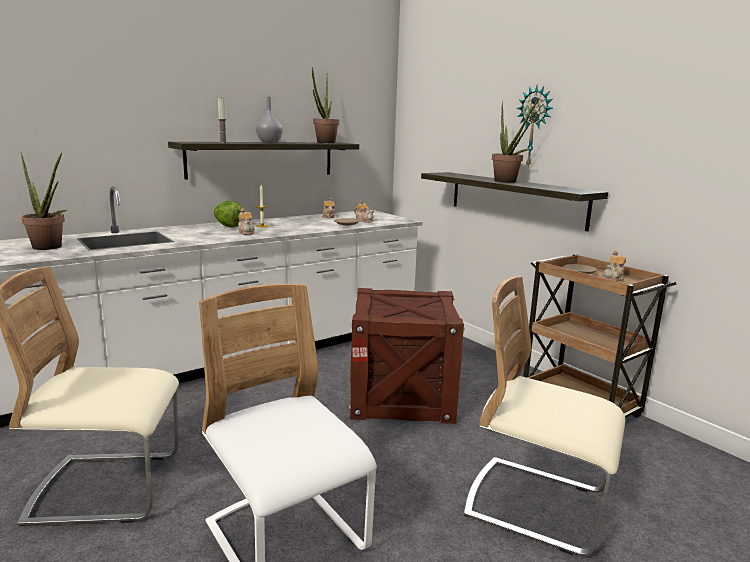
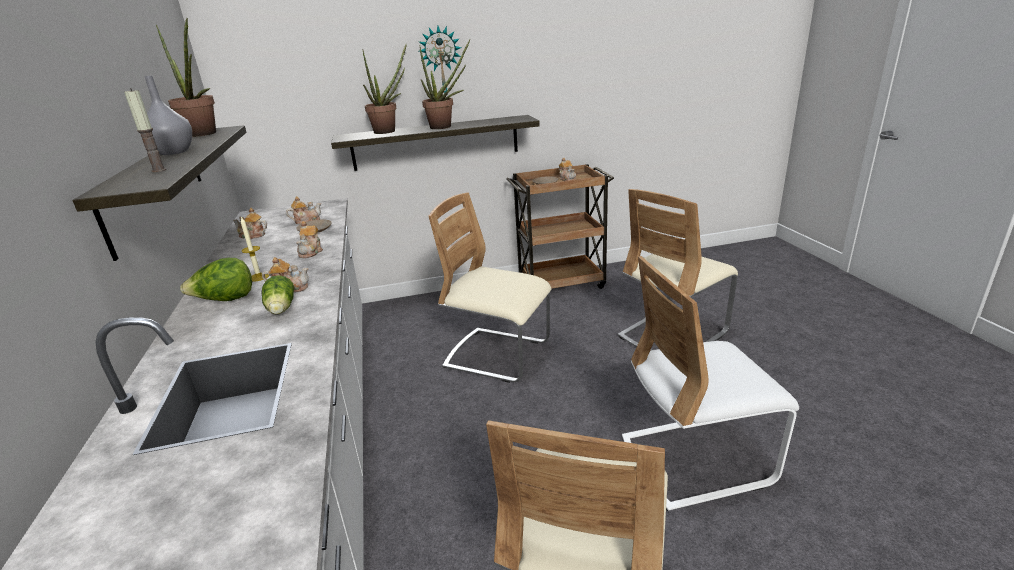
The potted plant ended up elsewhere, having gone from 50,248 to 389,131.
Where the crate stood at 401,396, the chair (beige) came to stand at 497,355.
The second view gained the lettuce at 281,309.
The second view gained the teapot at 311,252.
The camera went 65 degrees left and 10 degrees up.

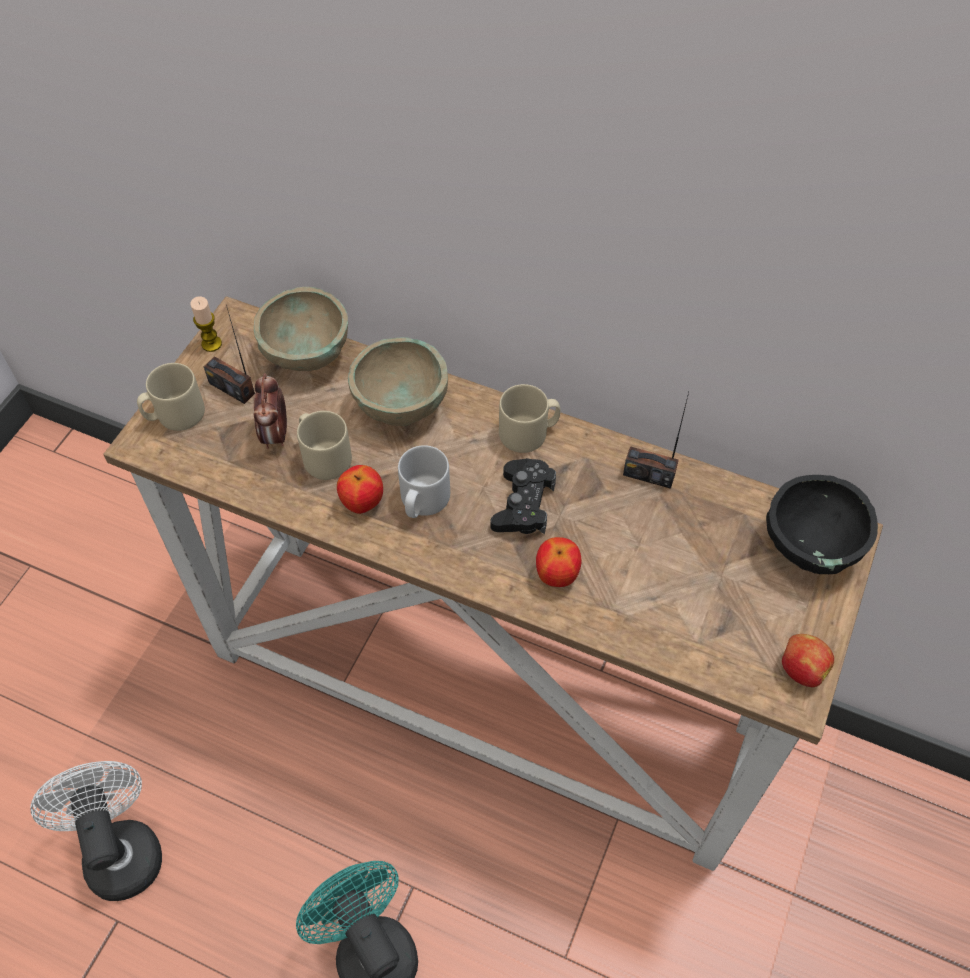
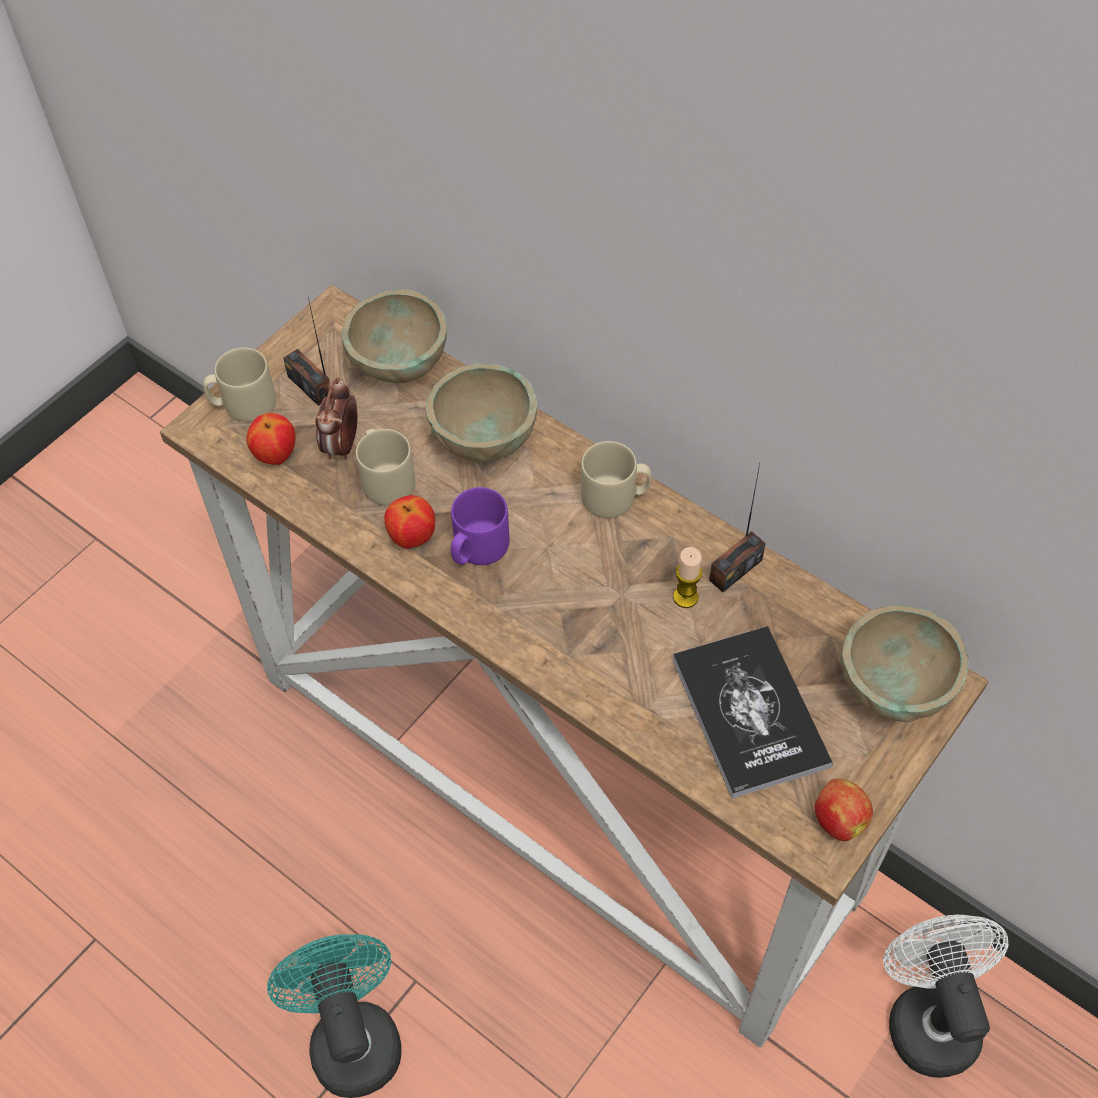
The fan (white) ended up elsewhere, having gone from 120,848 to 928,1015.
The candle ended up elsewhere, having gone from 211,344 to 685,597.
What was the mug (grey) at 422,501 turned into the mug (purple) at 477,549.
The second view lost the game controller (black) at 523,504.
The apple ended up elsewhere, having gone from 556,576 to 276,455.
The radio at 648,474 ended up facing another way, 75 degrees counterclockwise from before.
What was the bowl (black) at 808,546 turned into the bowl (beige) at 892,687.
The second view gained the book at 750,712.
The camera went 15 degrees right and 0 degrees up.

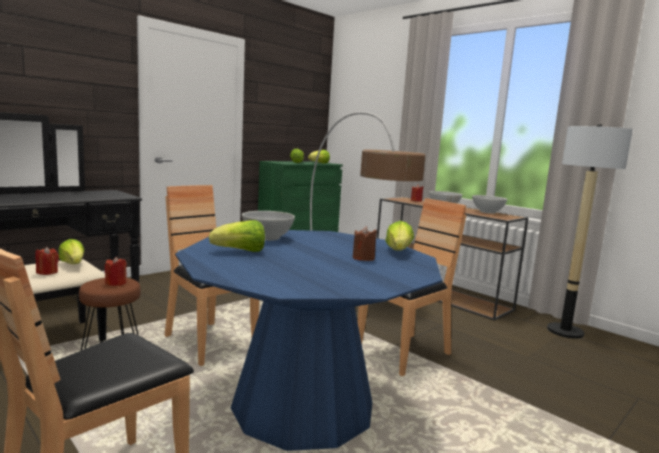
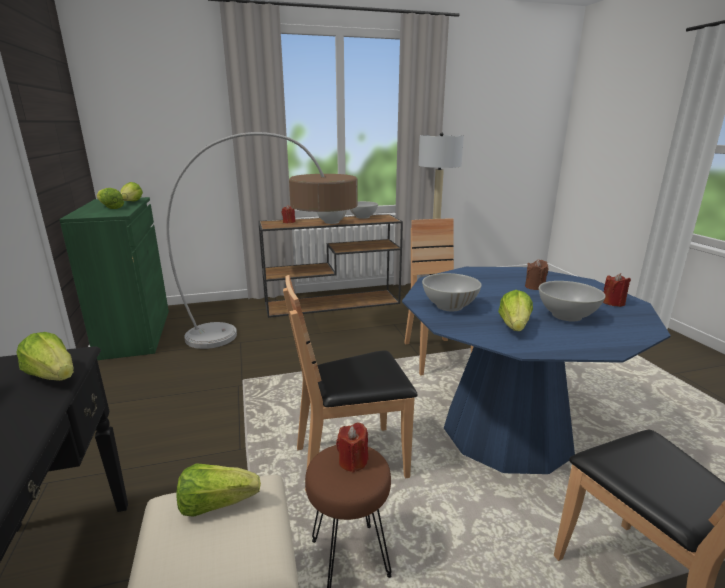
The candle (red) ended up elsewhere, having gone from 47,272 to 613,303.
The lettuce ended up elsewhere, having gone from 398,251 to 53,376.
The second view gained the bowl (white) at 567,316.
The camera went 60 degrees left and 10 degrees up.

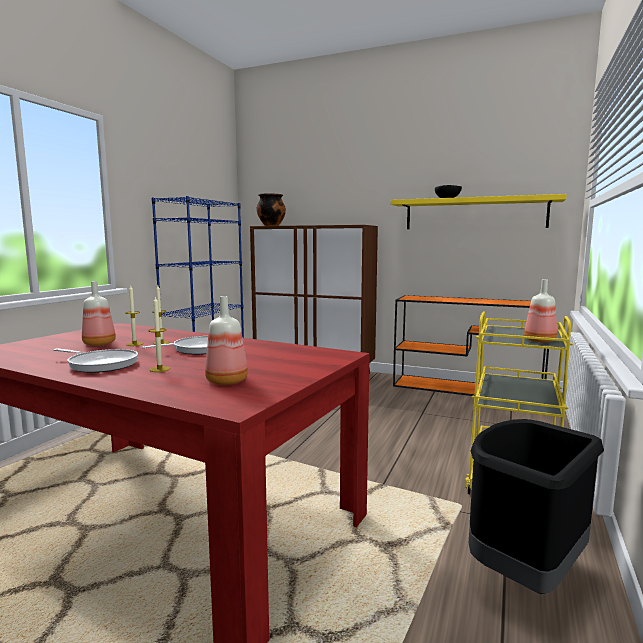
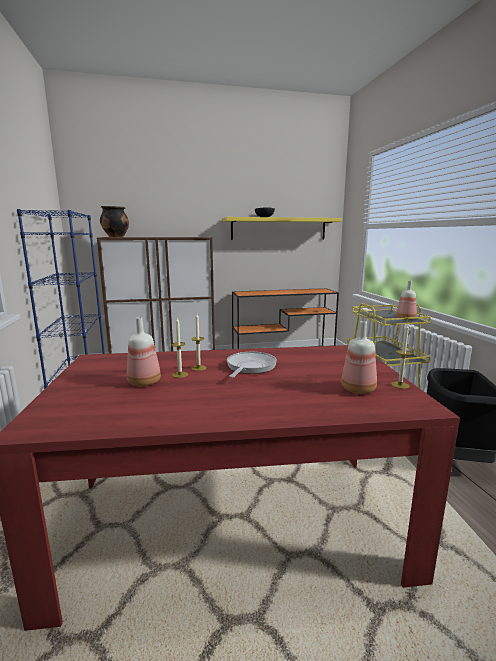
The second view lost the frying pan at 100,364.
The candle ended up elsewhere, having gone from 159,369 to 400,385.
The camera went 35 degrees left and 5 degrees up.

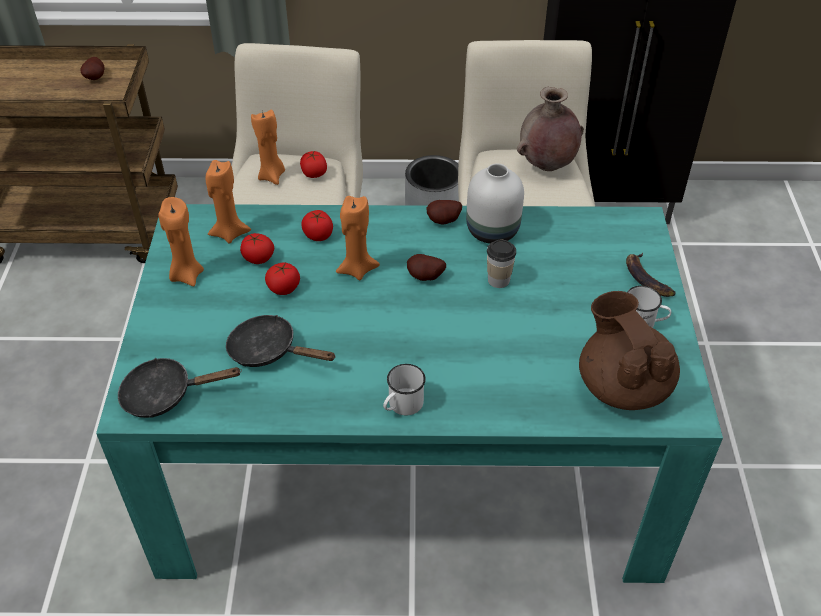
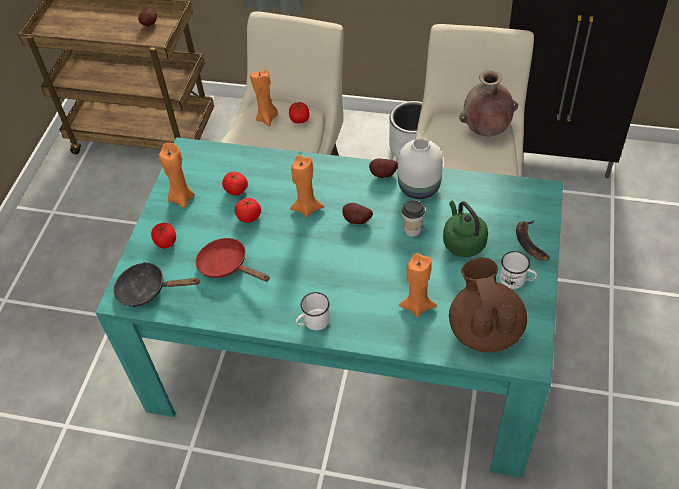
The candle (orange) ended up elsewhere, having gone from 229,233 to 417,305.
What was the frying pan (black) at 269,351 turned into the frying pan (red) at 227,266.
The tomato ended up elsewhere, having gone from 318,235 to 166,242.
The second view gained the kettle (green) at 463,242.
The camera went 15 degrees right and 5 degrees up.

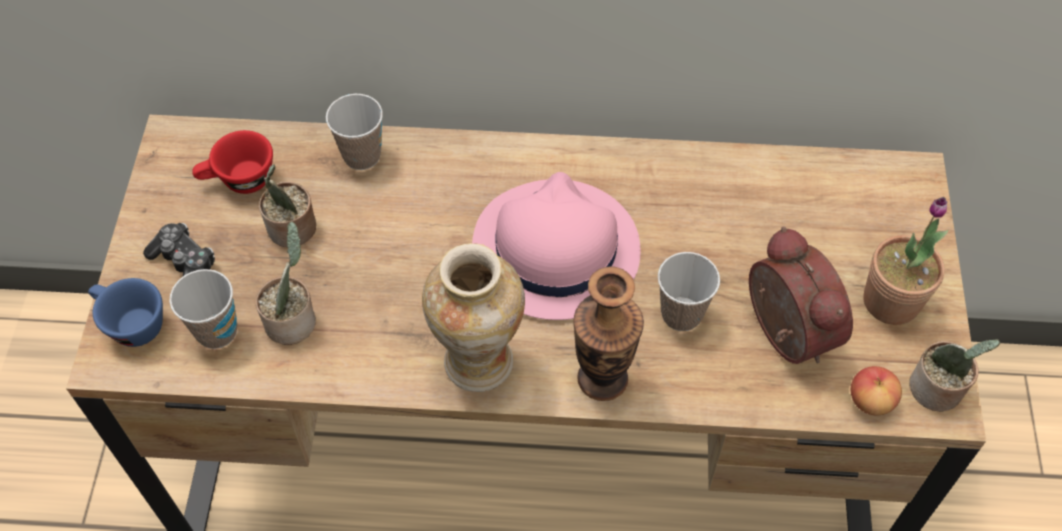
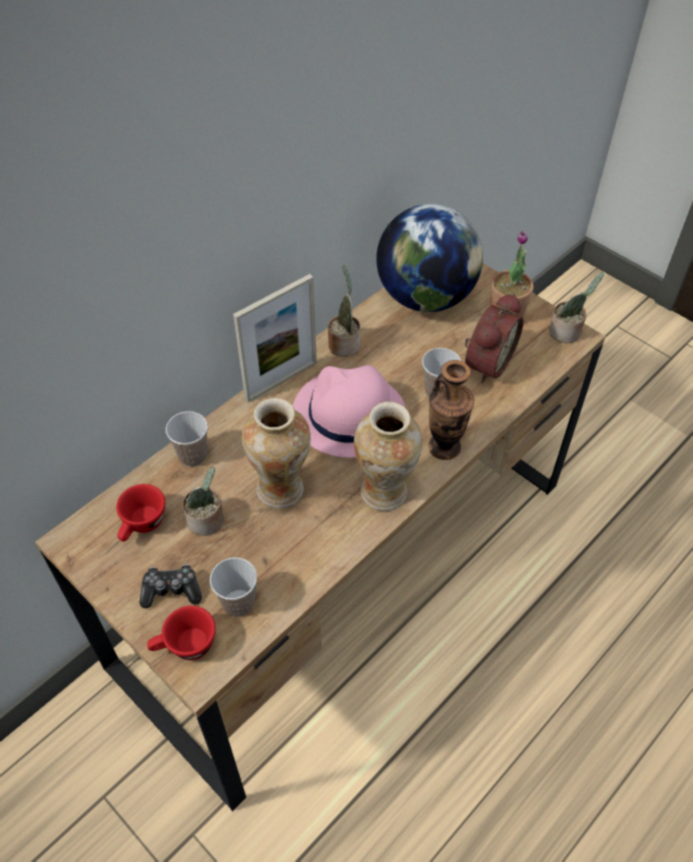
What was the cup (blue) at 130,324 turned into the cup (red) at 185,647.
The potted plant ended up elsewhere, having gone from 293,320 to 344,343.
The alarm clock at 783,333 ended up facing another way, 105 degrees clockwise from before.
The second view lost the apple at 870,400.
The second view gained the picture frame at 281,381.
The second view gained the vase at 281,488.
The second view gained the globe at 425,297.
The camera went 50 degrees left and 5 degrees down.

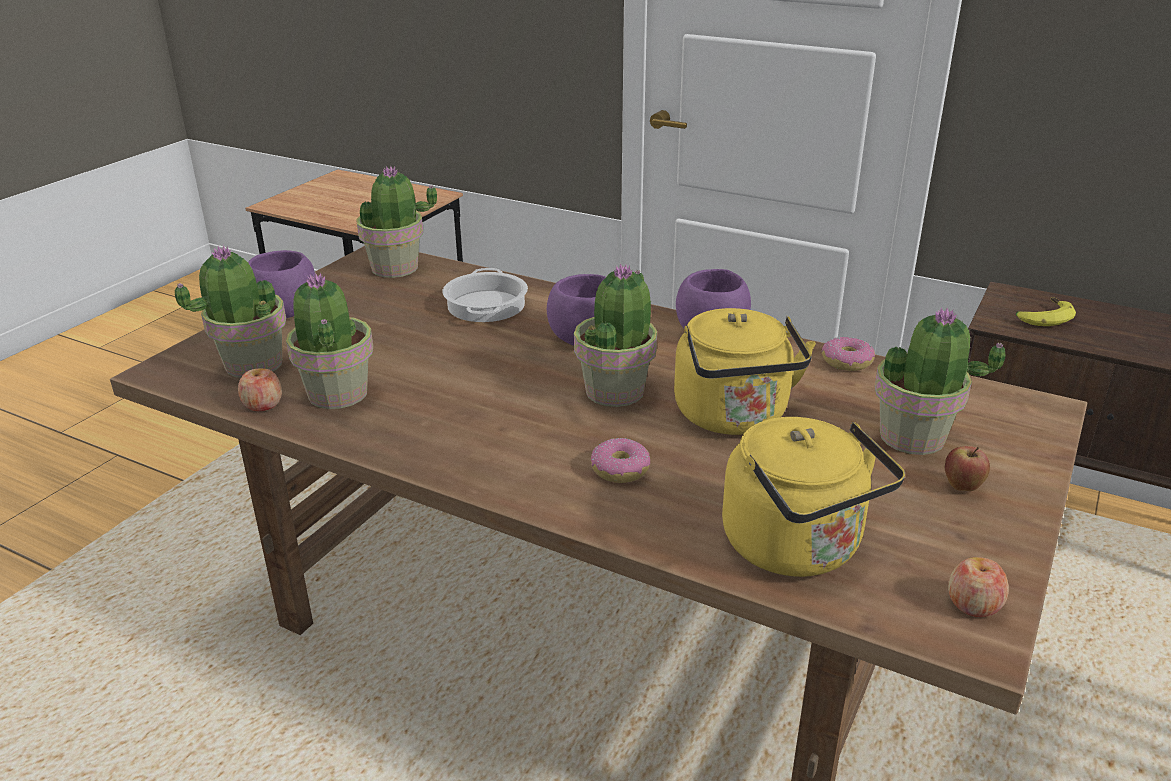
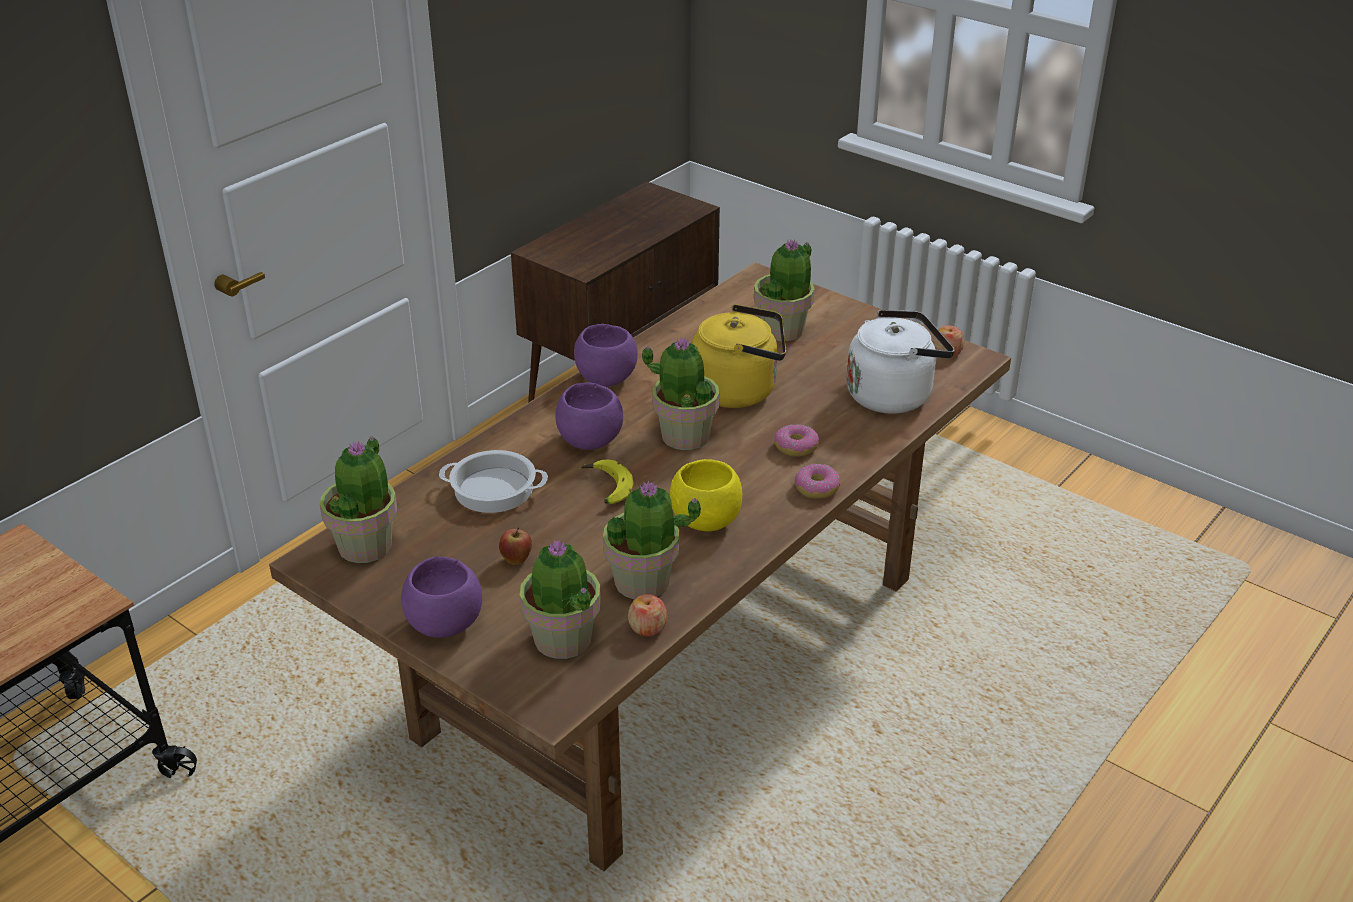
What was the kettle (yellow) at 798,549 turned into the kettle (white) at 893,395.
The donut ended up elsewhere, having gone from 847,362 to 816,488.
The apple ended up elsewhere, having gone from 962,487 to 516,560.
The banana ended up elsewhere, having gone from 1041,317 to 605,488.
The second view gained the bowl (yellow) at 706,521.
The camera went 80 degrees left and 5 degrees up.

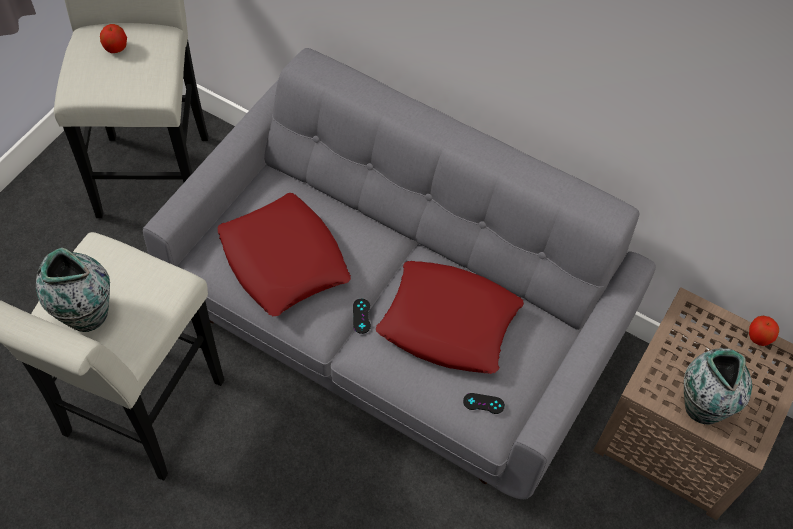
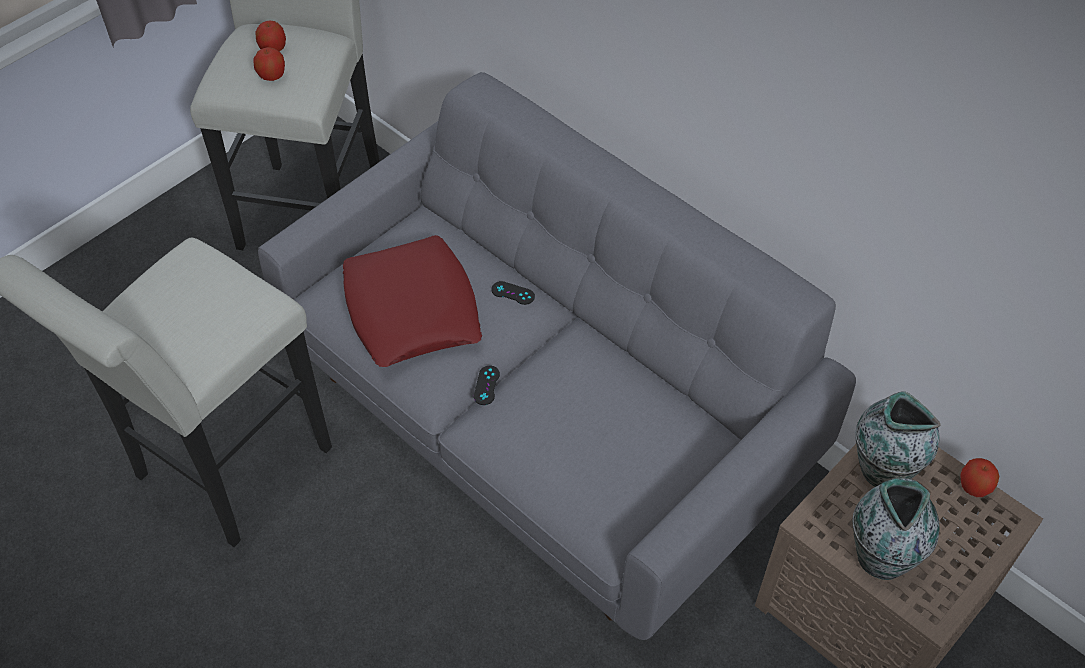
The vase ended up elsewhere, having gone from 85,314 to 882,470.
The second view lost the pillow (red) at 449,323.
The game controller (black) ended up elsewhere, having gone from 483,403 to 513,293.
The second view gained the apple at 272,76.
The camera went 15 degrees right and 5 degrees down.

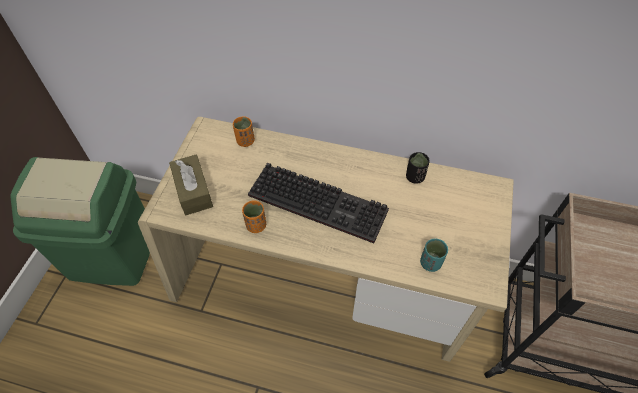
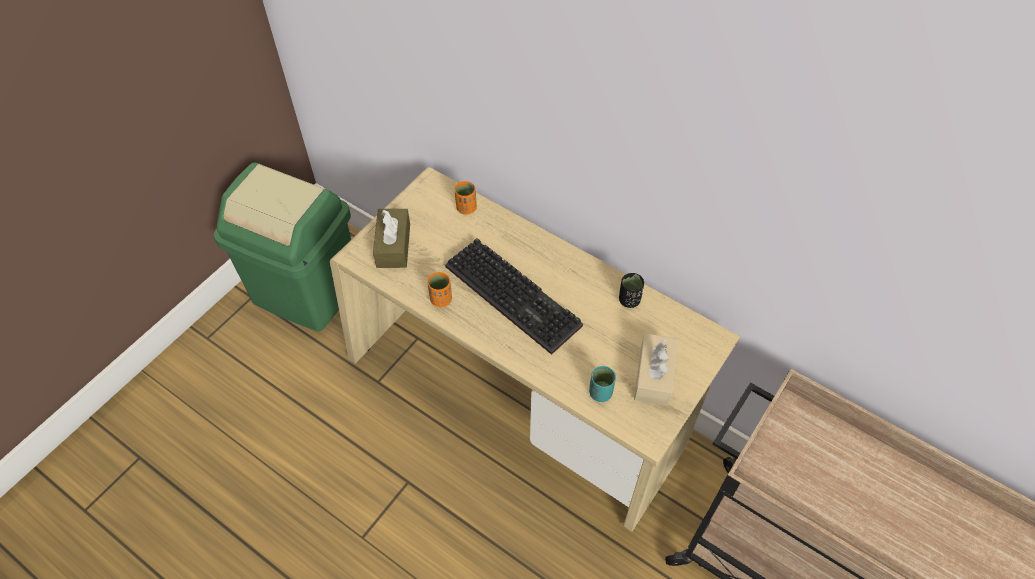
The second view gained the tissue box (beige) at 654,376.
The camera went 20 degrees right and 0 degrees up.

